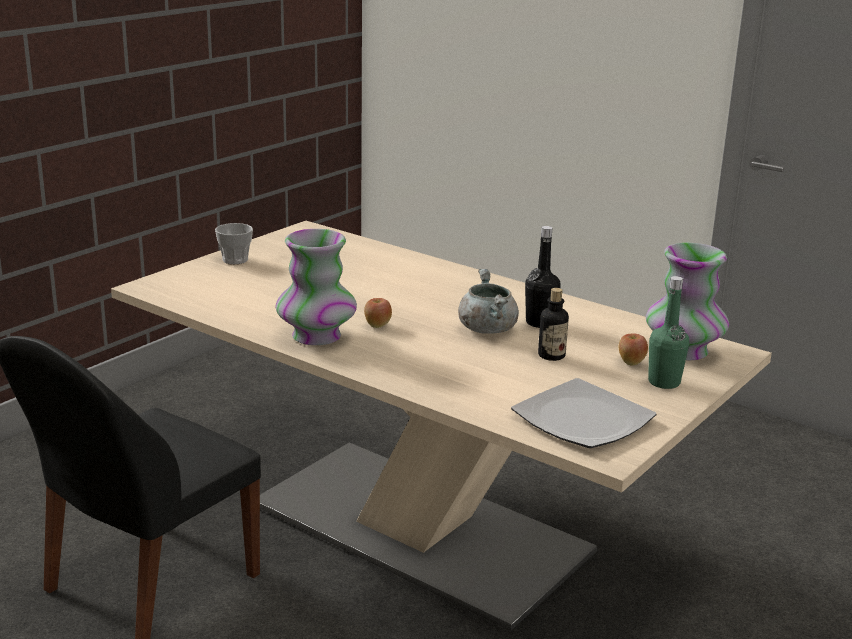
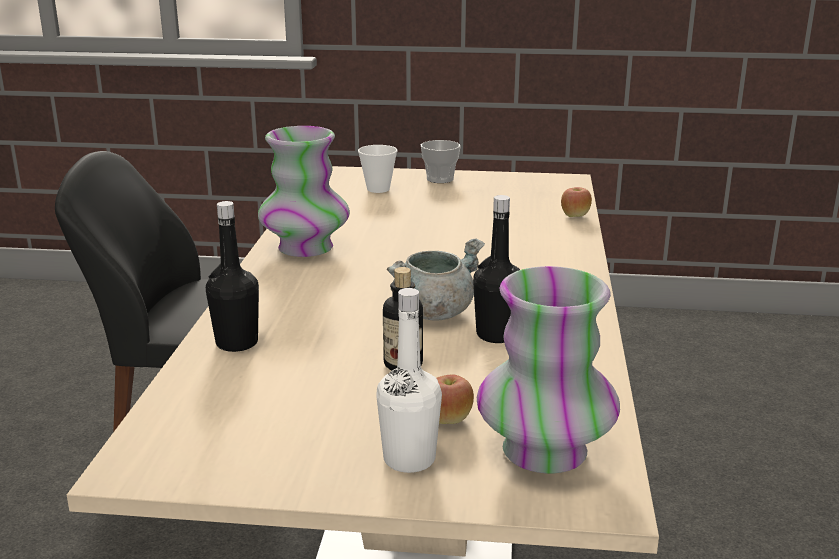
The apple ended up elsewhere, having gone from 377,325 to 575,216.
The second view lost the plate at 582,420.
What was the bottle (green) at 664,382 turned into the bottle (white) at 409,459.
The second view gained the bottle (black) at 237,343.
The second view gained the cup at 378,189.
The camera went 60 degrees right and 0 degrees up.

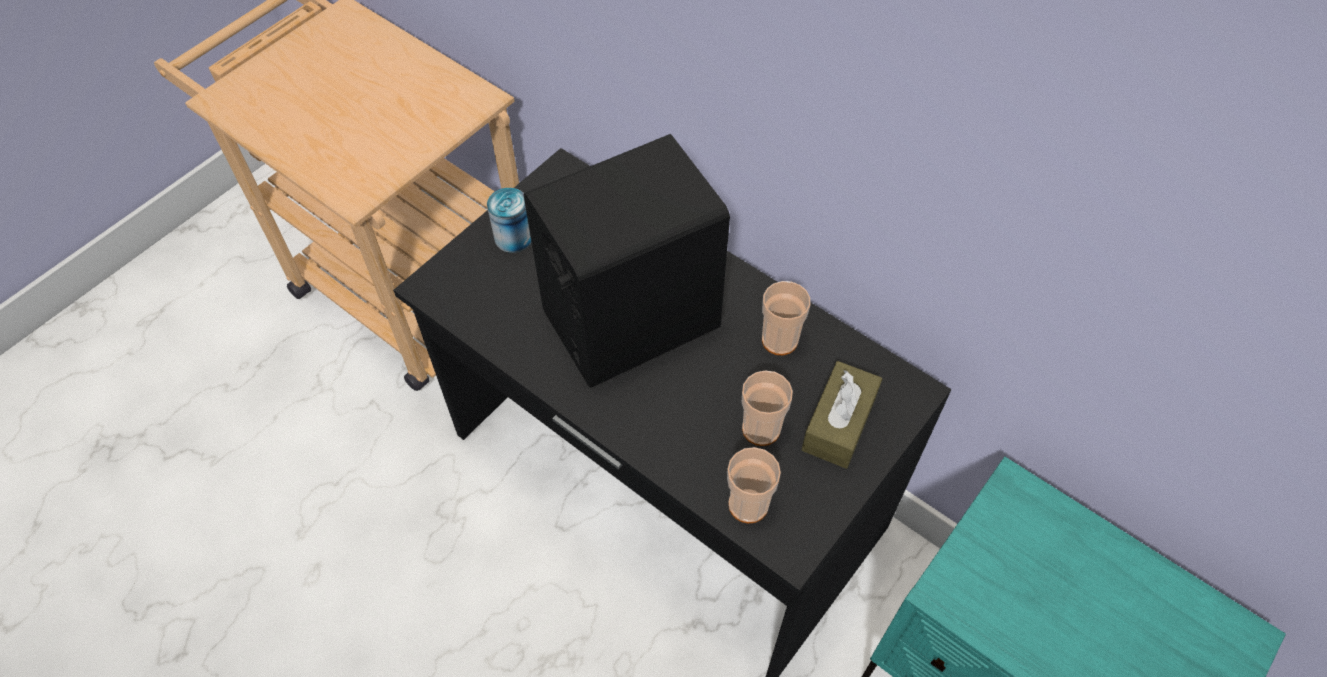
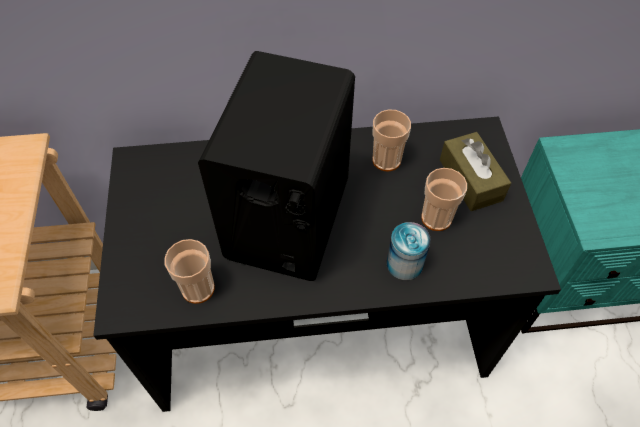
The can ended up elsewhere, having gone from 513,237 to 404,264.
The cup ended up elsewhere, having gone from 748,504 to 198,288.
The camera went 45 degrees left and 0 degrees up.

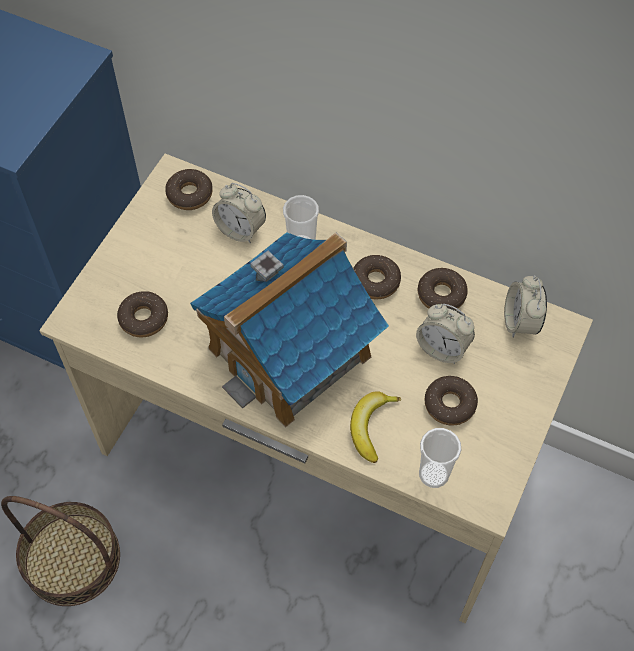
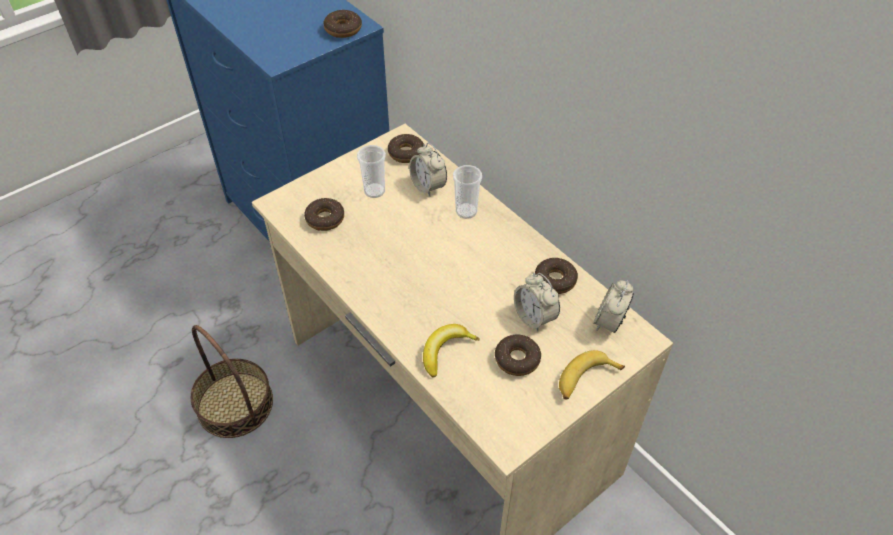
The second view lost the toy house at 291,352.
The donut ended up elsewhere, having gone from 375,281 to 343,29.
The cup ended up elsewhere, having gone from 433,474 to 374,191.
The second view gained the banana at 585,380.
The camera went 25 degrees right and 10 degrees down.

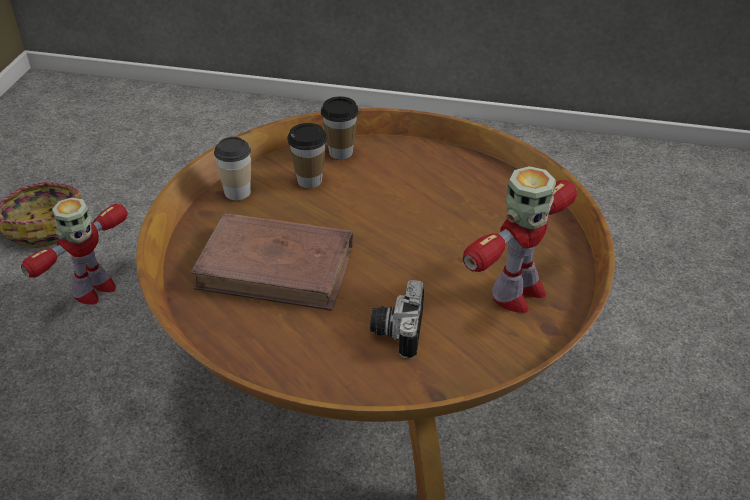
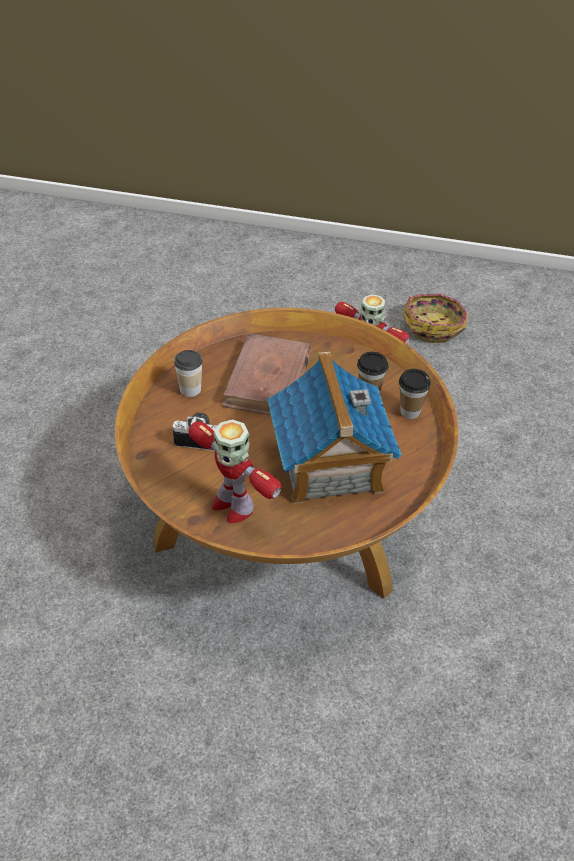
The cup ended up elsewhere, having gone from 237,192 to 190,389.
The second view gained the toy house at 329,465.
The camera went 90 degrees right and 5 degrees up.

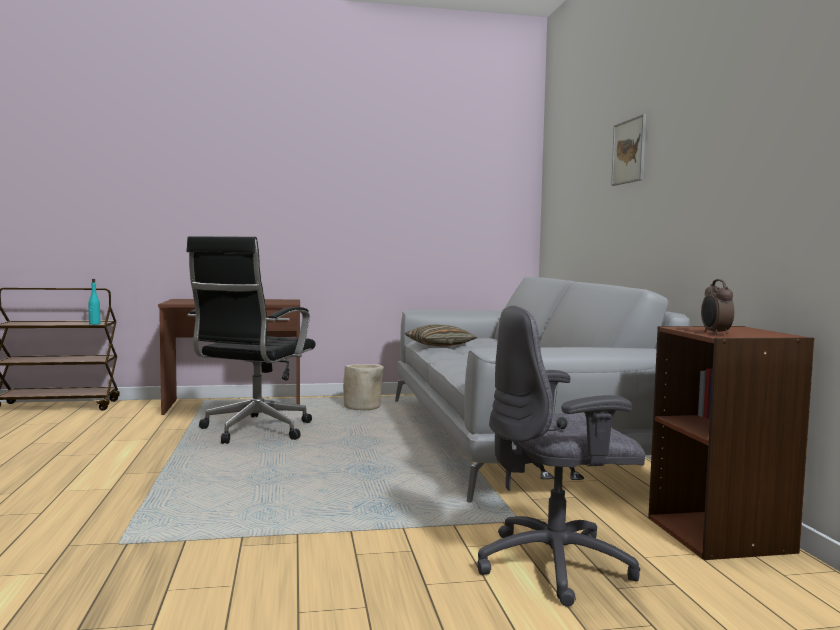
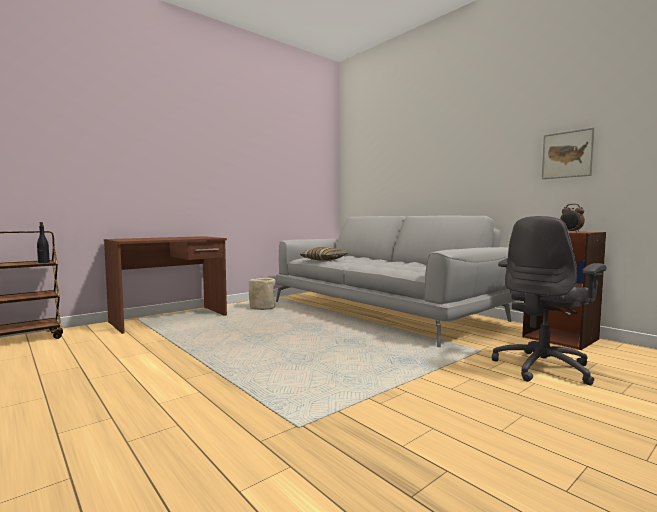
What was the bottle (turquoise) at 94,324 turned into the bottle (black) at 43,262.
The second view lost the office chair (black) at 253,431.
The picture ended up elsewhere, having gone from 629,151 to 567,154.
The camera went 30 degrees left and 0 degrees up.

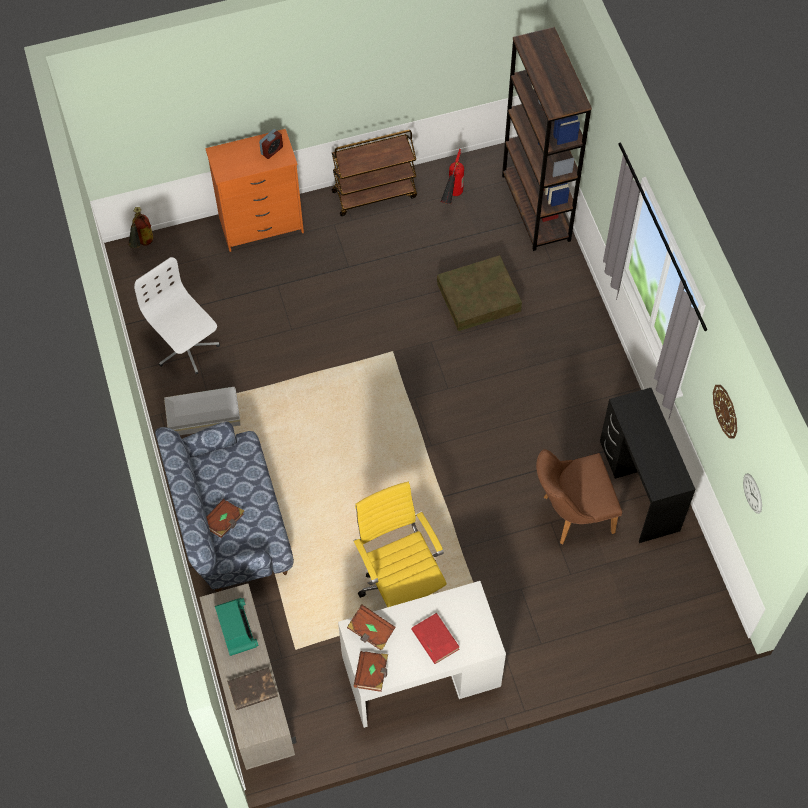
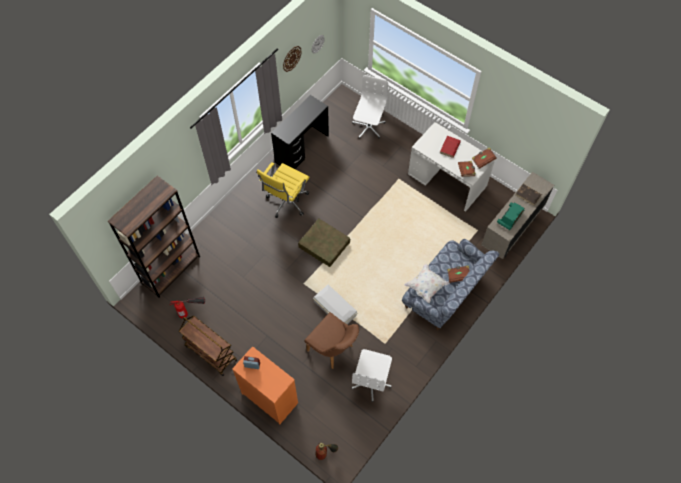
The storage box (white) ended up elsewhere, having gone from 205,417 to 335,307.
The office chair (yellow) ended up elsewhere, having gone from 400,585 to 286,203.
The storage box (brown) ended up elsewhere, having gone from 479,297 to 324,244.
The chair (brown) ended up elsewhere, having gone from 571,514 to 333,350.
The second view gained the office chair (white) at 368,127.
The second view gained the pillow (white) at 426,287.
The camera went 125 degrees left and 0 degrees up.

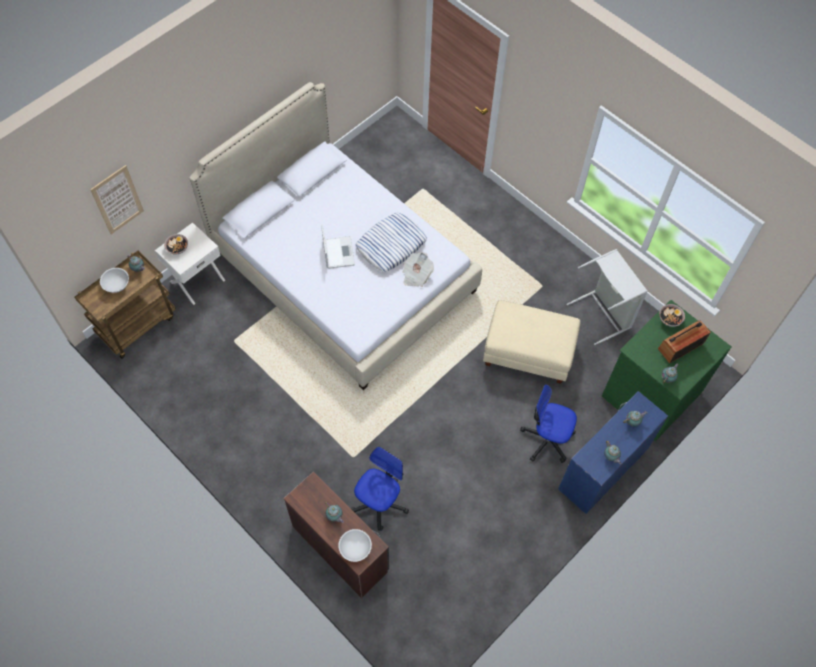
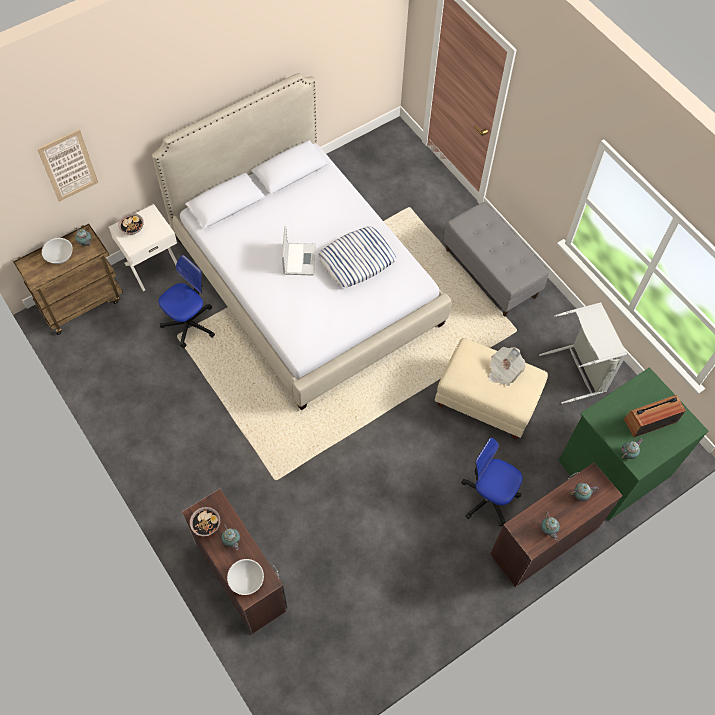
The office chair ended up elsewhere, having gone from 379,502 to 189,323.
The newspaper ended up elsewhere, having gone from 416,275 to 503,371.
What was the desk (blue) at 602,468 turned into the desk (brown) at 543,540.
The bowl ended up elsewhere, having gone from 670,319 to 206,524.
The second view gained the bench (grey) at 491,273.
The camera went 10 degrees right and 0 degrees up.

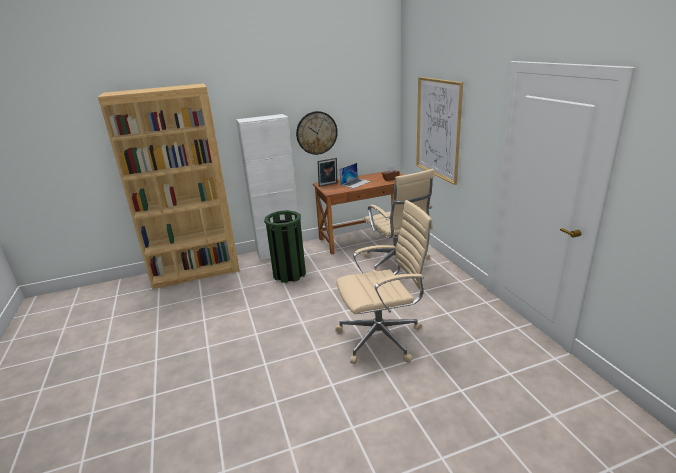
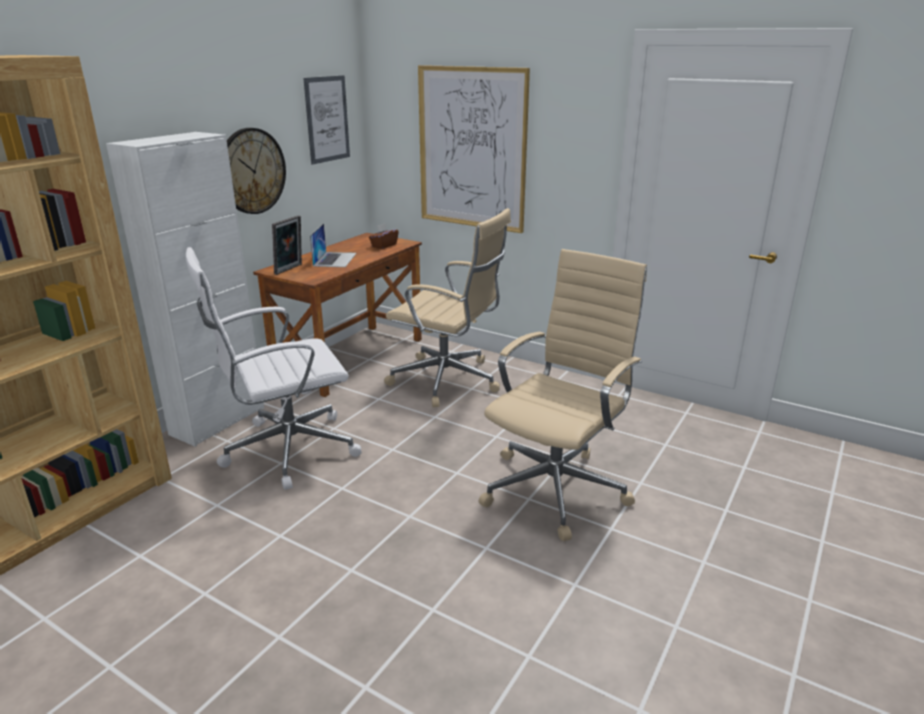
Where the trash can (green) stood at 289,274, the office chair (white) came to stand at 286,450.
The second view gained the picture at 327,119.
The camera went 40 degrees left and 0 degrees up.

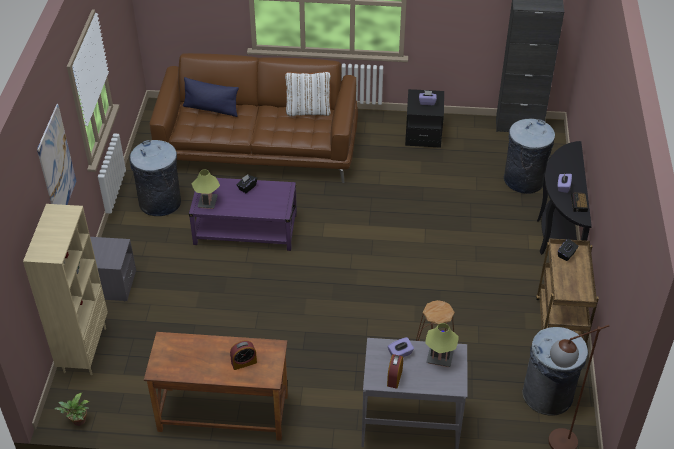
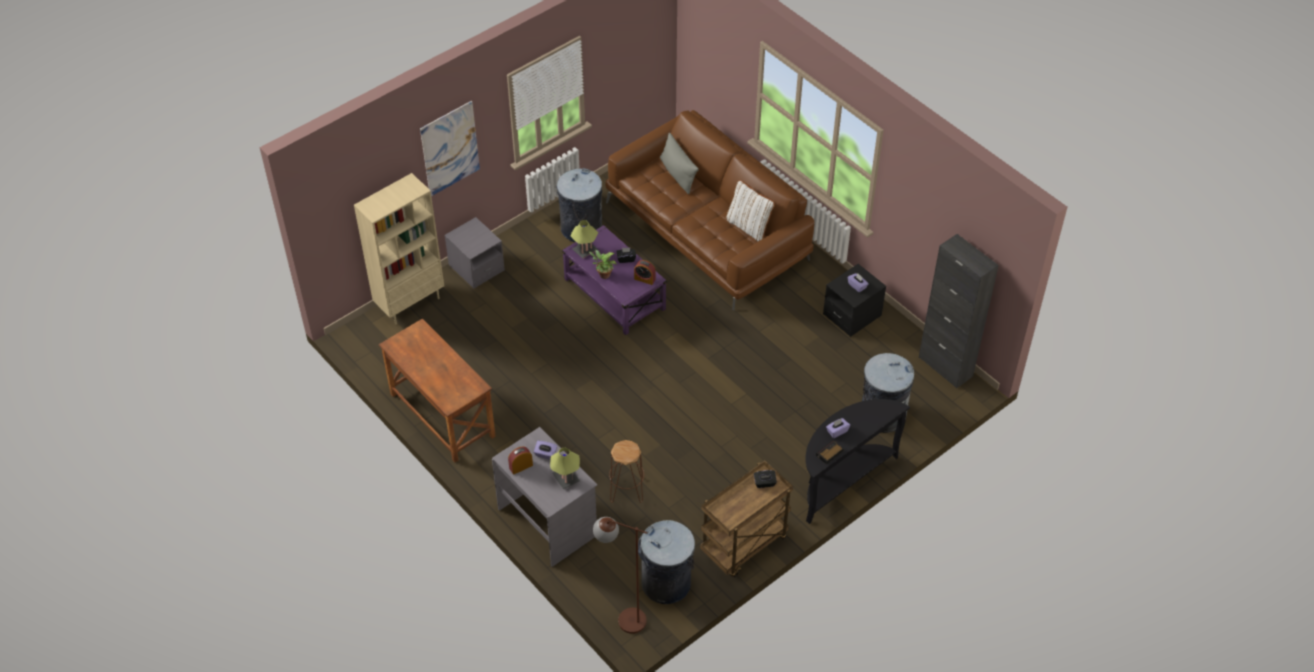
The potted plant ended up elsewhere, having gone from 78,422 to 603,275.
What was the pillow (blue) at 211,109 turned into the pillow (grey) at 677,174.
The alarm clock ended up elsewhere, having gone from 244,362 to 644,279.
The camera went 45 degrees right and 5 degrees up.

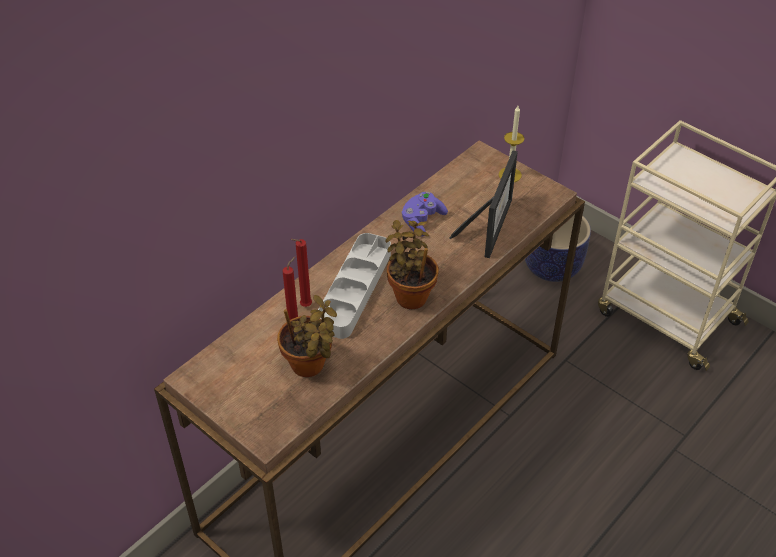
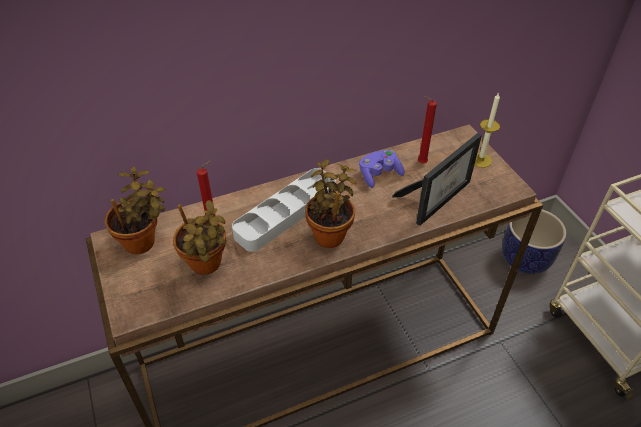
The candle (red) ended up elsewhere, having gone from 304,306 to 420,163.
The second view gained the potted plant at 143,242.
The camera went 25 degrees right and 0 degrees up.

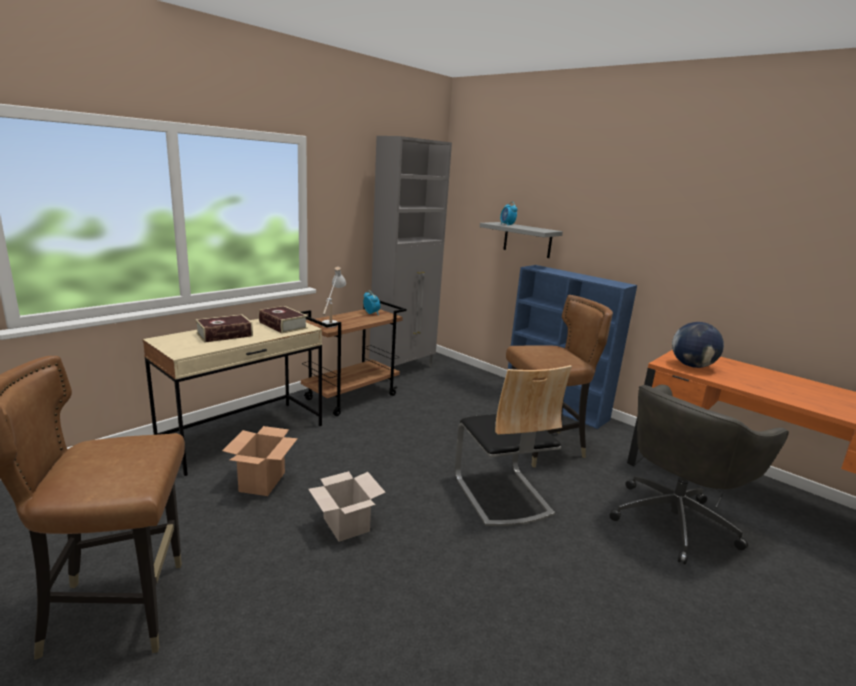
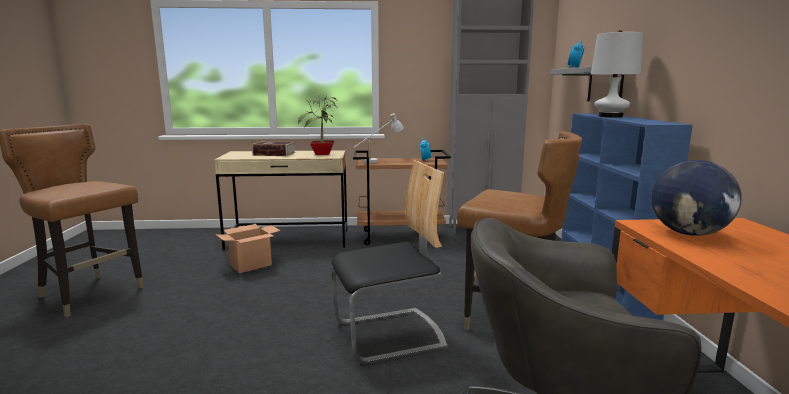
Where the book stood at 283,325, the potted plant came to stand at 322,154.
The second view lost the cardboard box at 345,524.
The chair at 501,495 ended up facing another way, 135 degrees counterclockwise from before.
The second view gained the table lamp (white) at 610,116.
The camera went 45 degrees right and 5 degrees down.

